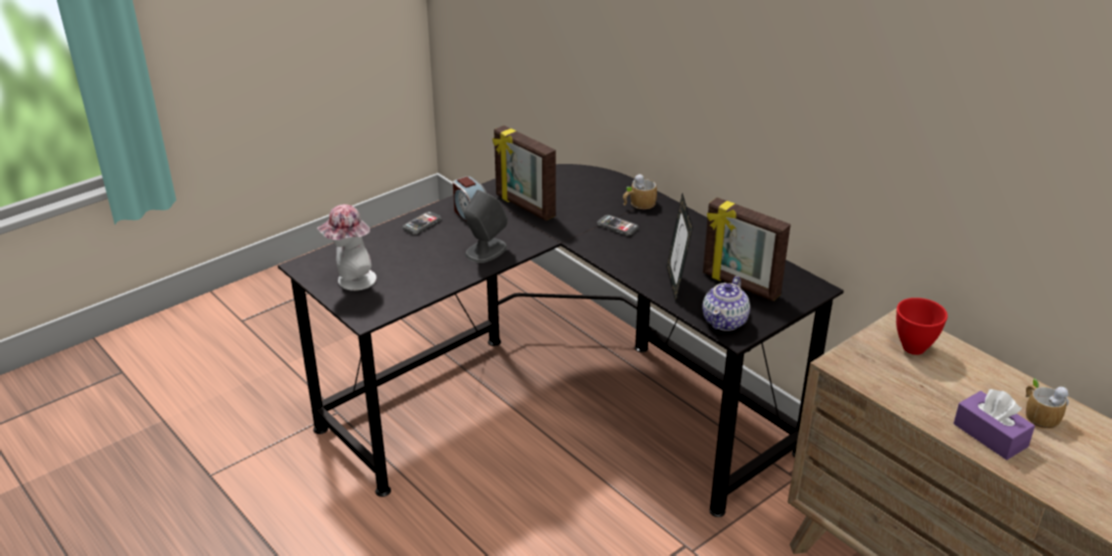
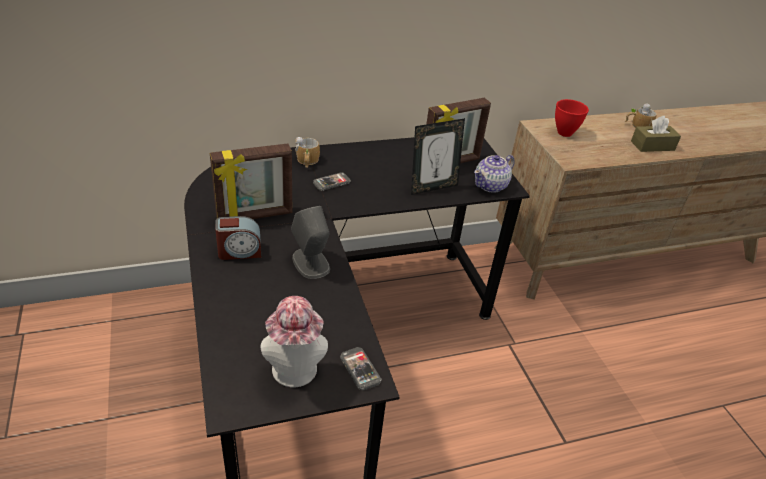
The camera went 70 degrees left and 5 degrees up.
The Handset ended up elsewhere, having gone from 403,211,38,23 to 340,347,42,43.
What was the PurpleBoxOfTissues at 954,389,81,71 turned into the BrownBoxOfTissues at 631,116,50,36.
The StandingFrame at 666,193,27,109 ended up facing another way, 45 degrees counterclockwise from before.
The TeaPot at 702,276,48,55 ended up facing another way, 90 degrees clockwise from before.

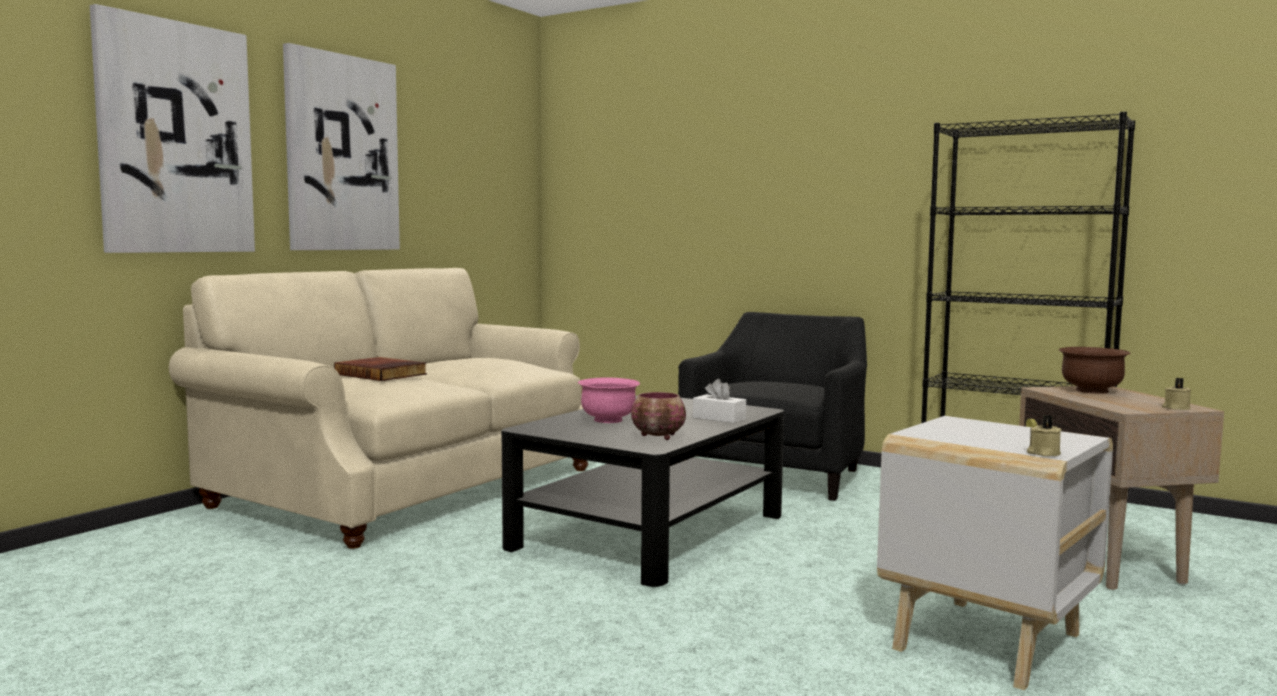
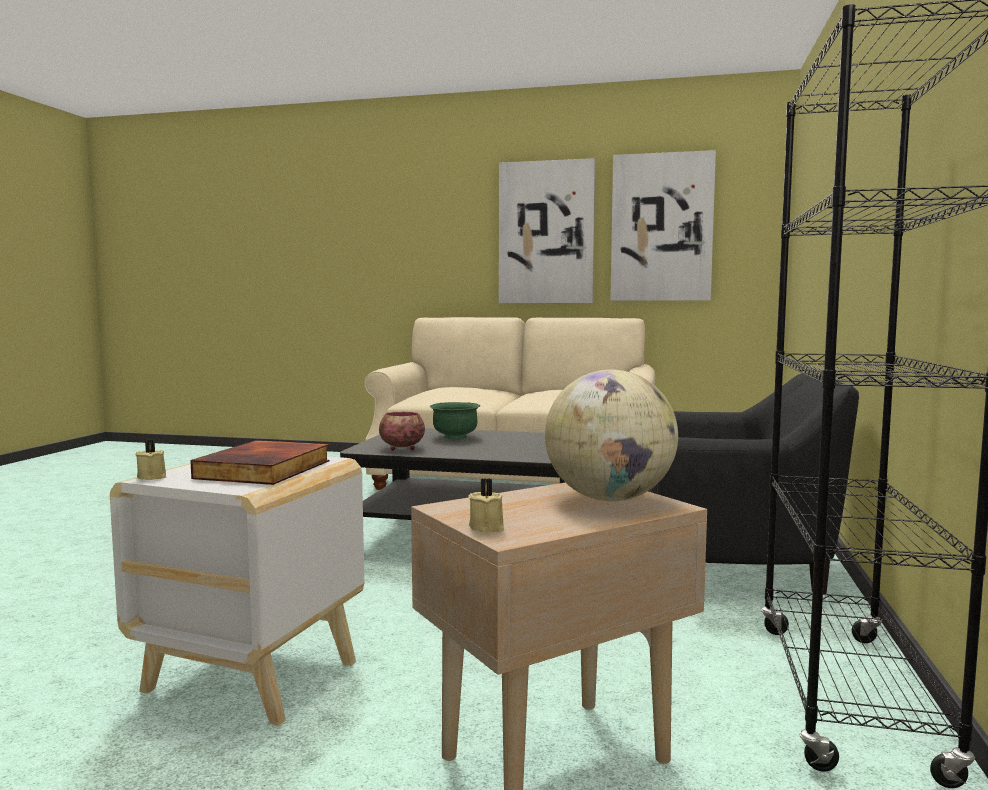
The camera went 70 degrees right and 0 degrees up.
The second view lost the WhiteBoxOfTissues at 693,379,53,44.
The WallArt ended up elsewhere, having gone from 90,4,165,249 to 610,150,106,151.
The BoundBook ended up elsewhere, having gone from 334,357,93,24 to 190,440,139,45.
Where the BrownBowl stood at 1059,347,72,47, the DeskGlobe came to stand at 545,370,133,131.
What was the PinkColouredBowl at 578,378,62,45 turned into the GreenBowl at 430,402,50,37.

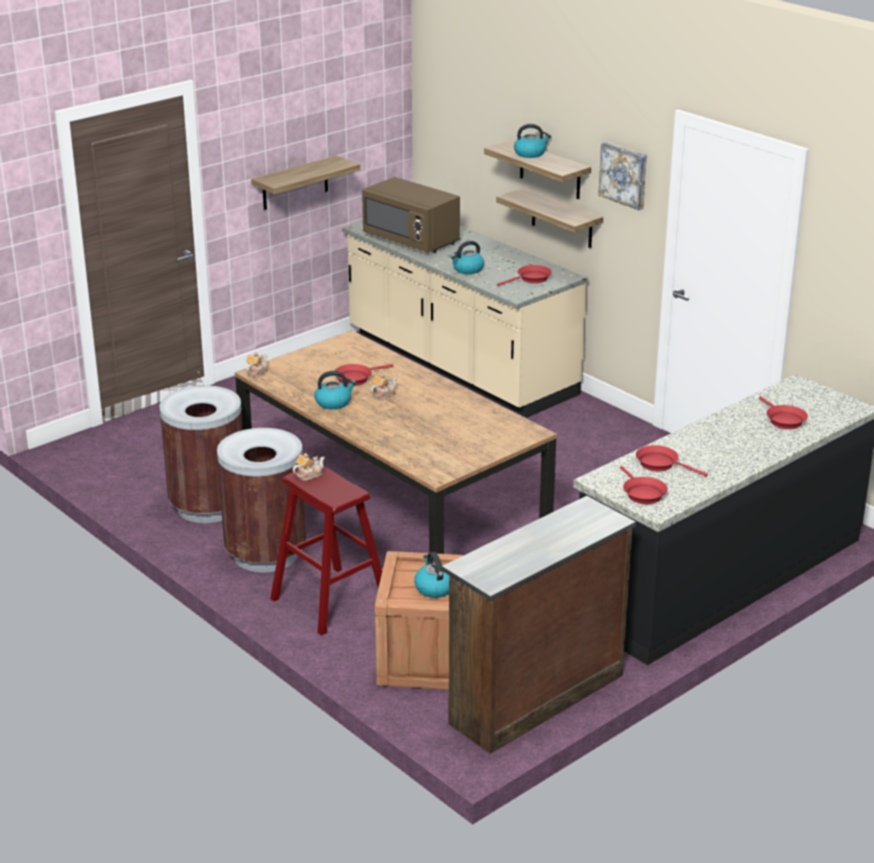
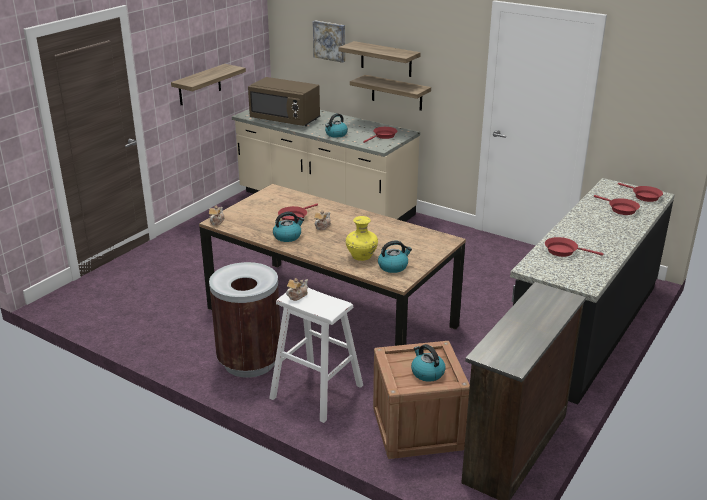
The camera went 15 degrees left and 0 degrees up.
The second view lost the BrownRubbishBin at 160,386,83,137.
The second view gained the YellowishDecorativeVase at 346,216,32,45.
The WaterKettle ended up elsewhere, having gone from 514,124,37,34 to 378,240,34,33.
The WallArt ended up elsewhere, having gone from 598,142,49,68 to 313,20,32,43.
The RedSkillet ended up elsewhere, having gone from 620,466,48,38 to 618,183,45,19.
What was the RedSittingStool at 270,466,112,170 turned into the WhiteSittingStool at 269,288,94,135.

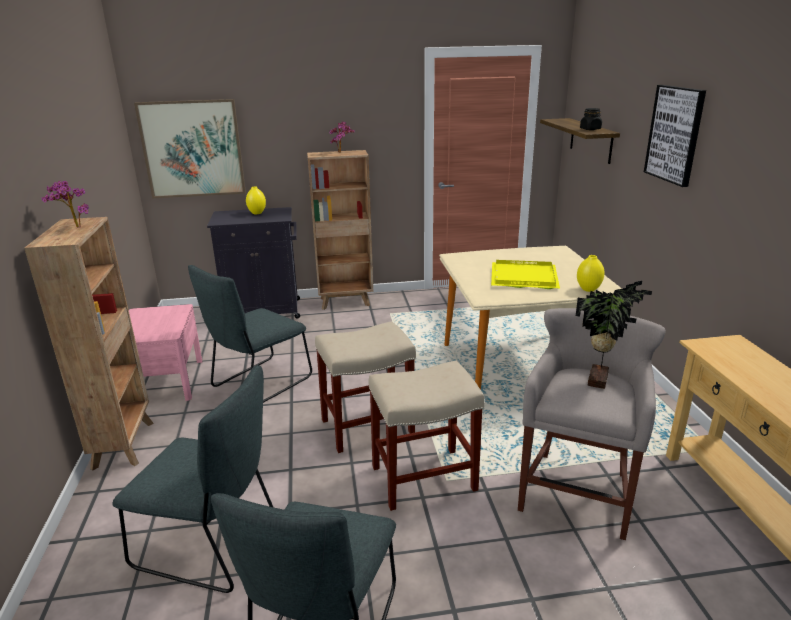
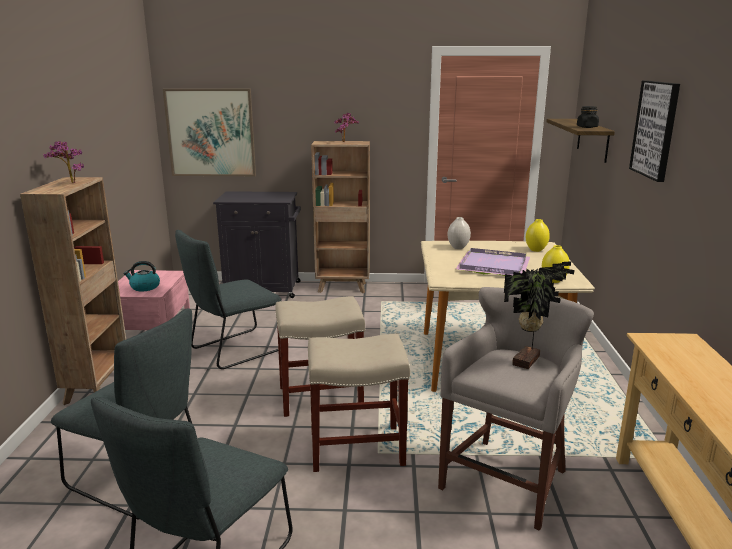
The camera went 10 degrees right and 5 degrees down.
The second view gained the WaterKettle at 124,261,36,30.
The second view gained the WhiteDecorativeVase at 448,217,23,32.
The YellowishDecorativeVase ended up elsewhere, having gone from 246,187,20,27 to 526,219,24,33.
What was the YellowishServingTray at 491,260,69,29 turned into the PurpleServingTray at 455,248,75,28.

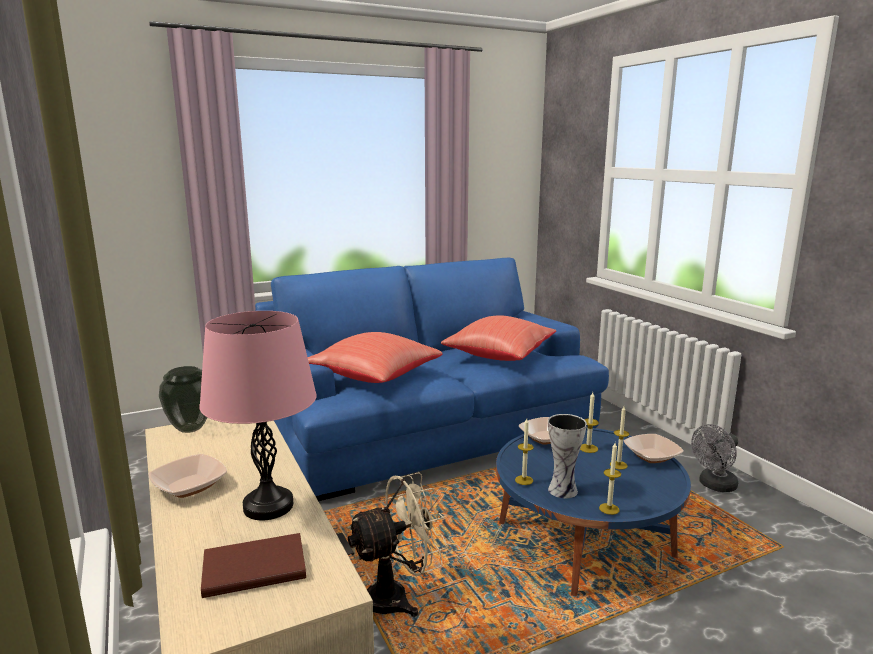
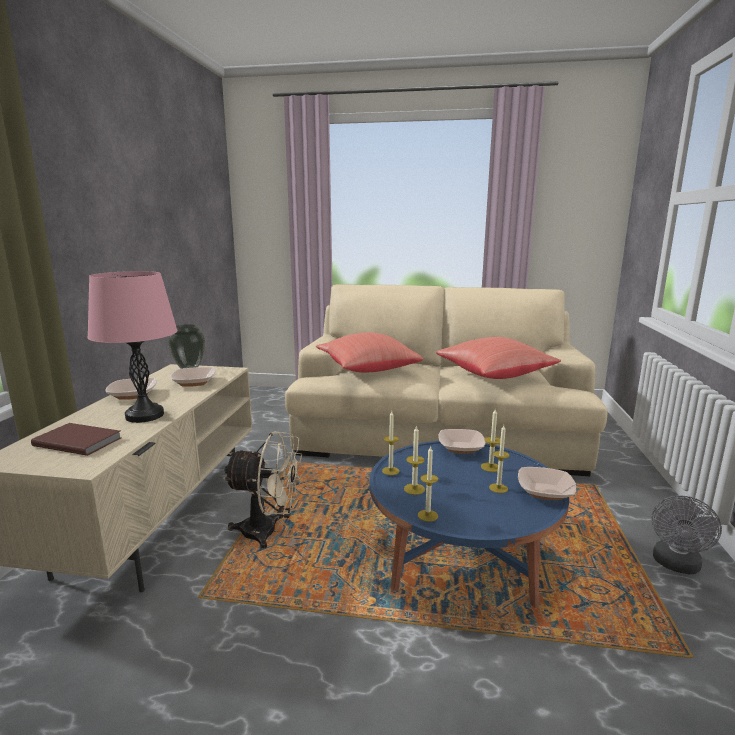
The camera went 35 degrees right and 0 degrees up.
The second view gained the Bowl at 170,367,46,20.
Where the DecorativeVase stood at 548,414,39,84, the WaxLight came to stand at 404,425,21,70.
What was the BlueCouch at 255,258,354,243 turned into the BeigeColouredCouch at 285,284,322,192.
The GrayFan at 691,424,47,68 ended up facing another way, 60 degrees counterclockwise from before.

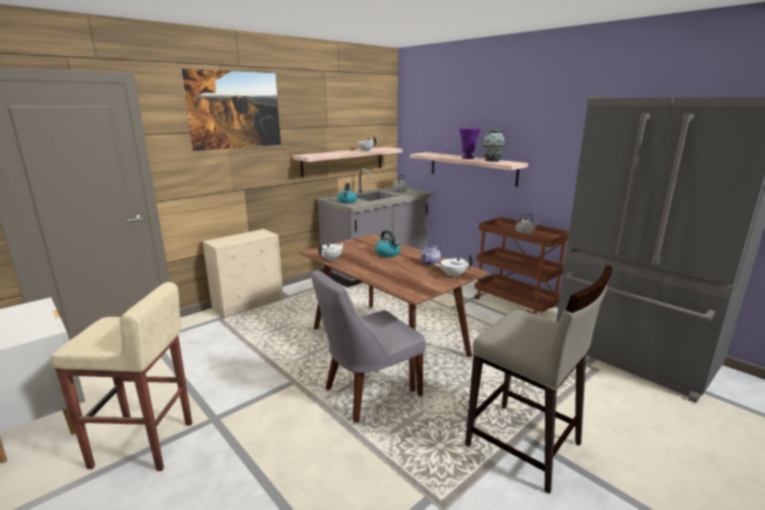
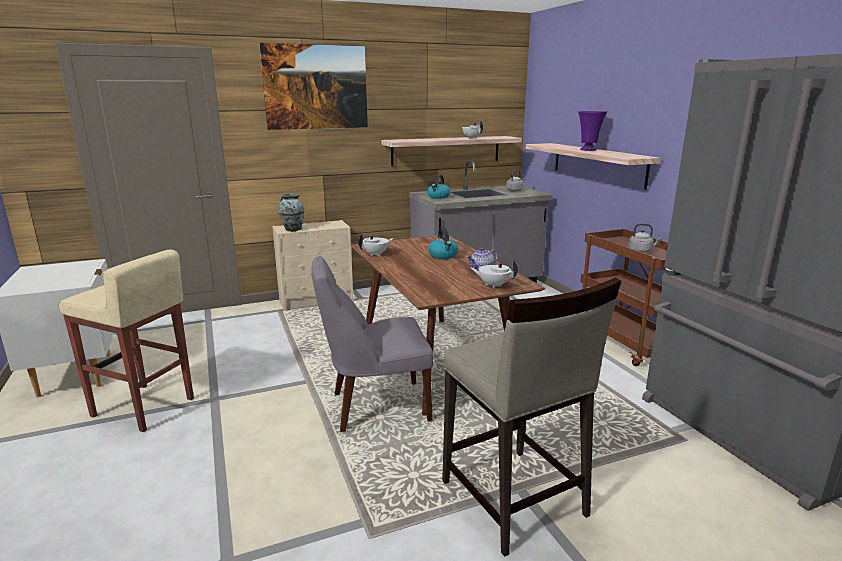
The camera went 20 degrees right and 0 degrees up.
The DecorativeVase ended up elsewhere, having gone from 482,129,23,33 to 278,194,26,37.

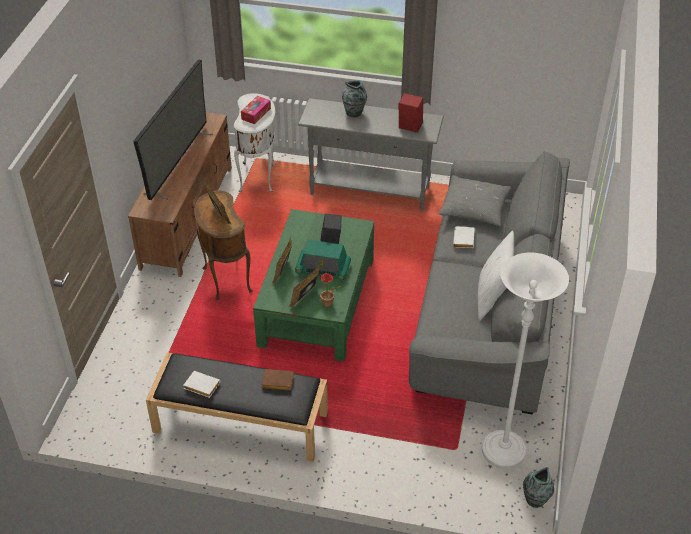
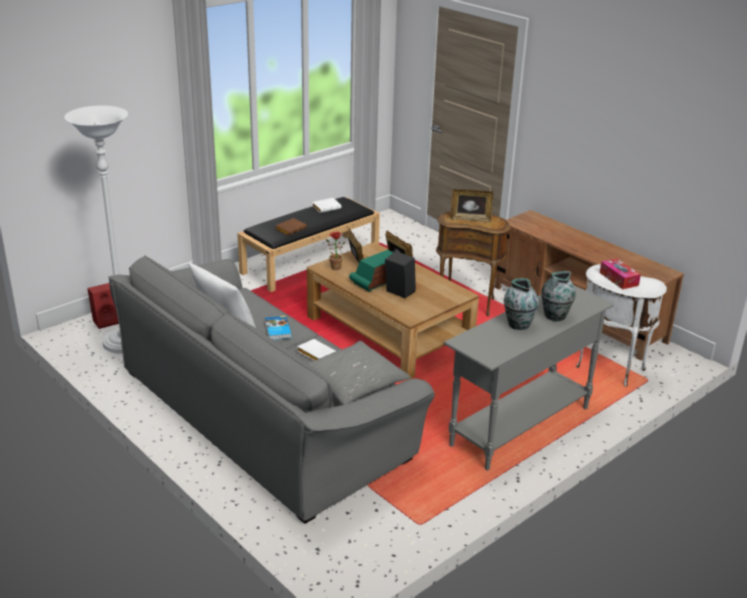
The camera went 125 degrees right and 15 degrees down.
The second view lost the Tv at 133,59,80,141.
The second view gained the BoundBook at 265,316,27,24.
The RedAudioSpeaker ended up elsewhere, having gone from 399,93,24,40 to 87,283,32,46.
The DecorativeVase ended up elsewhere, having gone from 523,467,31,41 to 504,278,35,52.
What was the GreenLoungeTable at 253,209,121,153 turned into the BrownLoungeTable at 307,242,172,138.

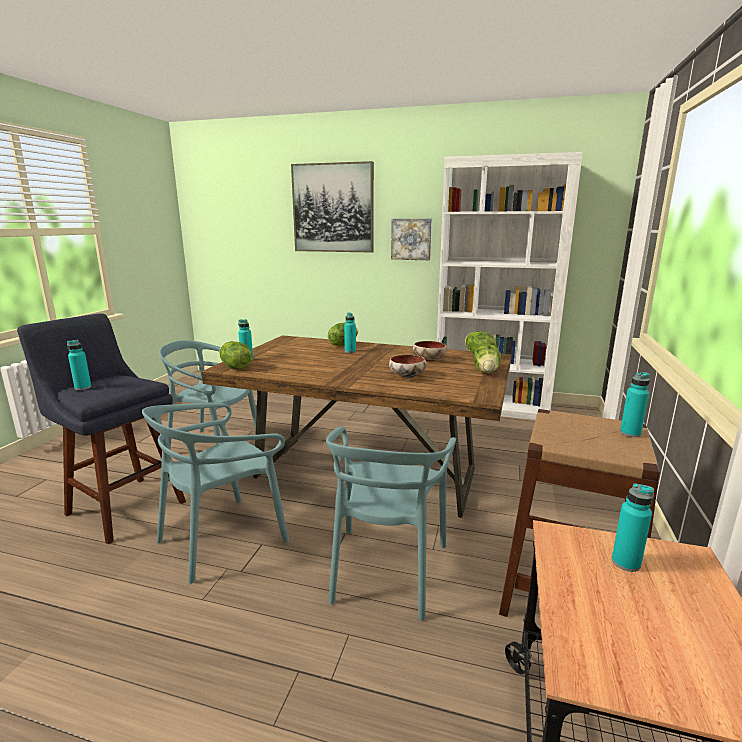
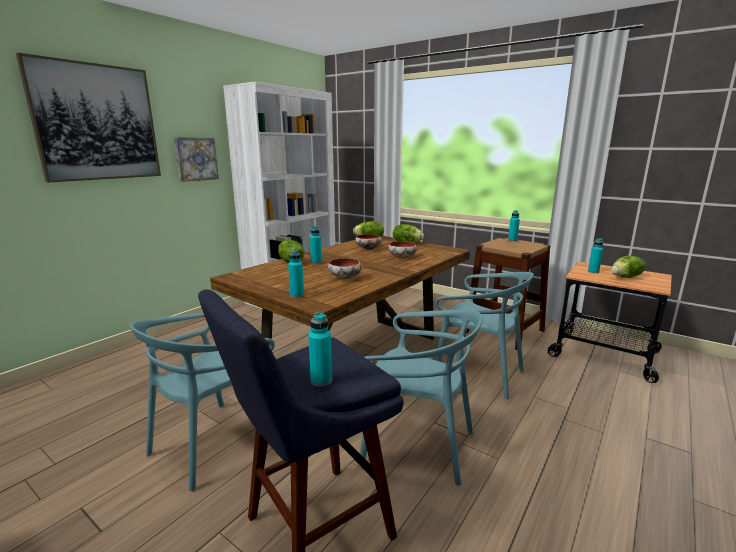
The camera went 70 degrees left and 0 degrees up.
The second view gained the Bowl at 328,258,34,21.
The LettuceHead ended up elsewhere, having gone from 219,341,33,28 to 611,256,34,22.
The TurquoisePlainChair at 142,402,147,182 ended up facing another way, 45 degrees counterclockwise from before.

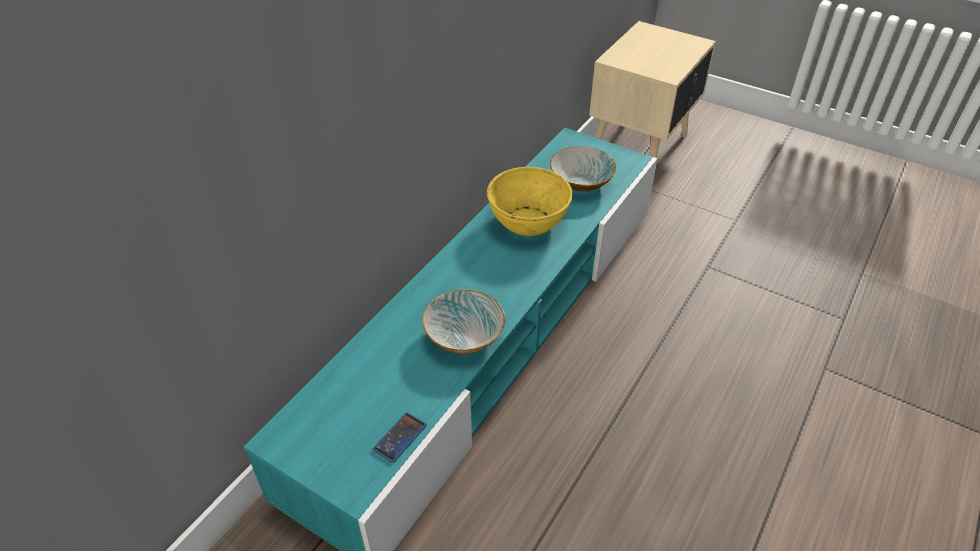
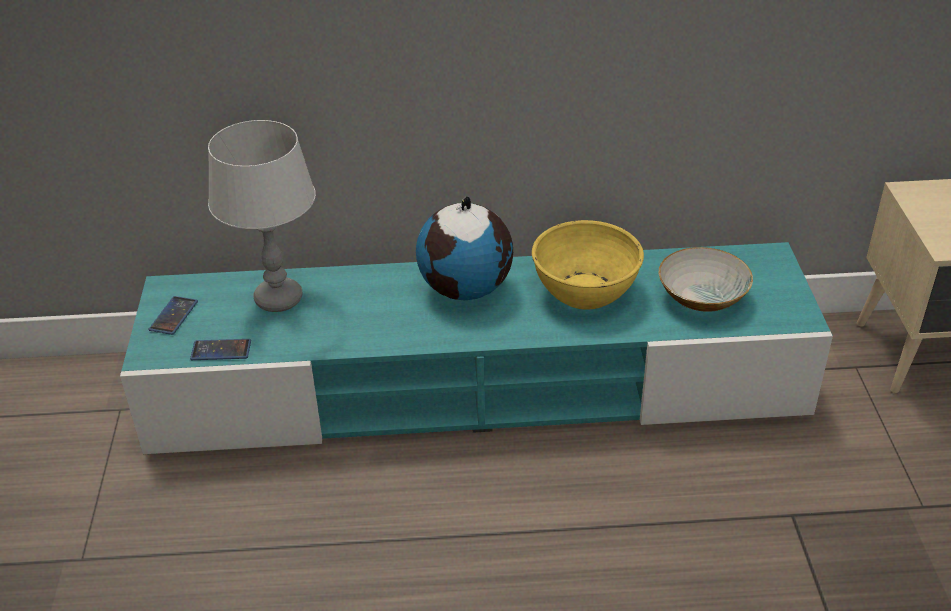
The camera went 55 degrees right and 5 degrees down.
The second view lost the Bowl at 422,290,83,64.
The second view gained the Handset at 148,296,50,39.
The second view gained the GrayLampForATable at 208,120,108,192.
The second view gained the DeskGlobe at 416,196,97,105.

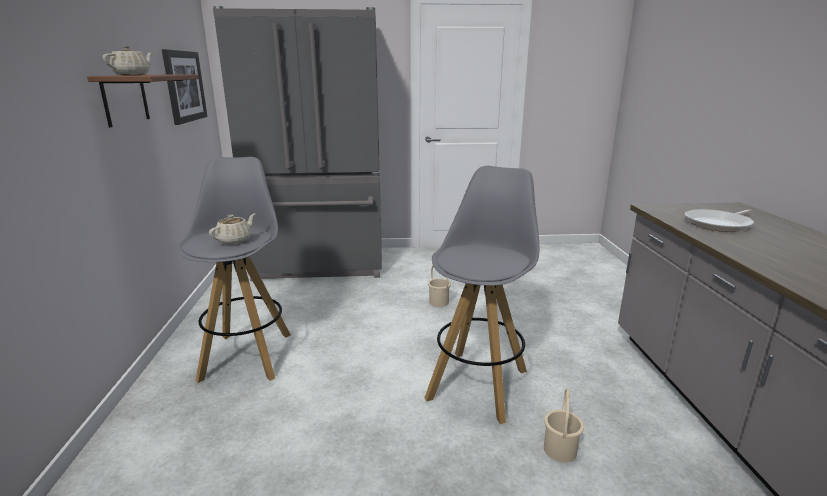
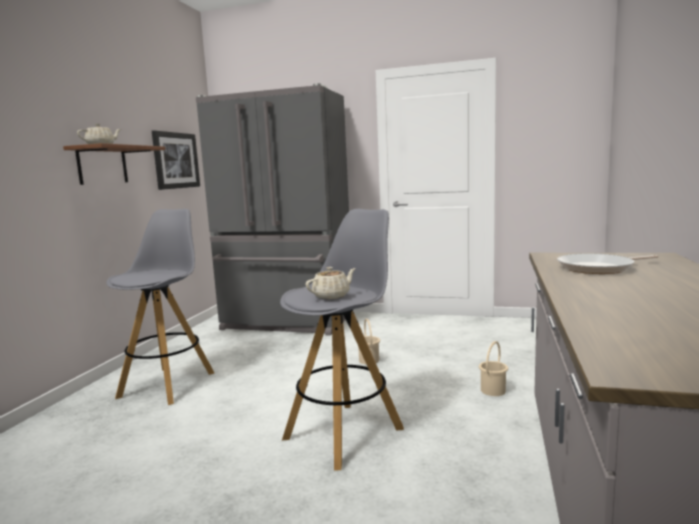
The camera went 20 degrees right and 10 degrees down.
The BeigeColouredTeaPot ended up elsewhere, having gone from 209,214,46,30 to 305,267,51,32.
The BeigeColouredPail ended up elsewhere, having gone from 544,388,40,74 to 479,341,29,55.

